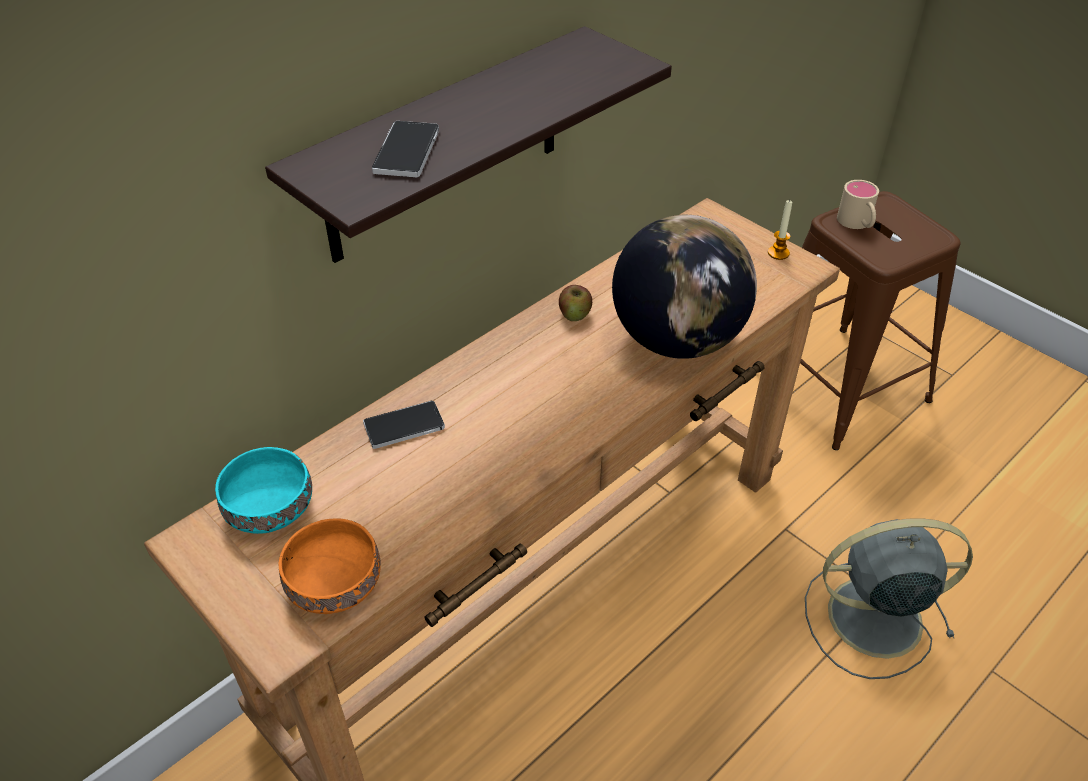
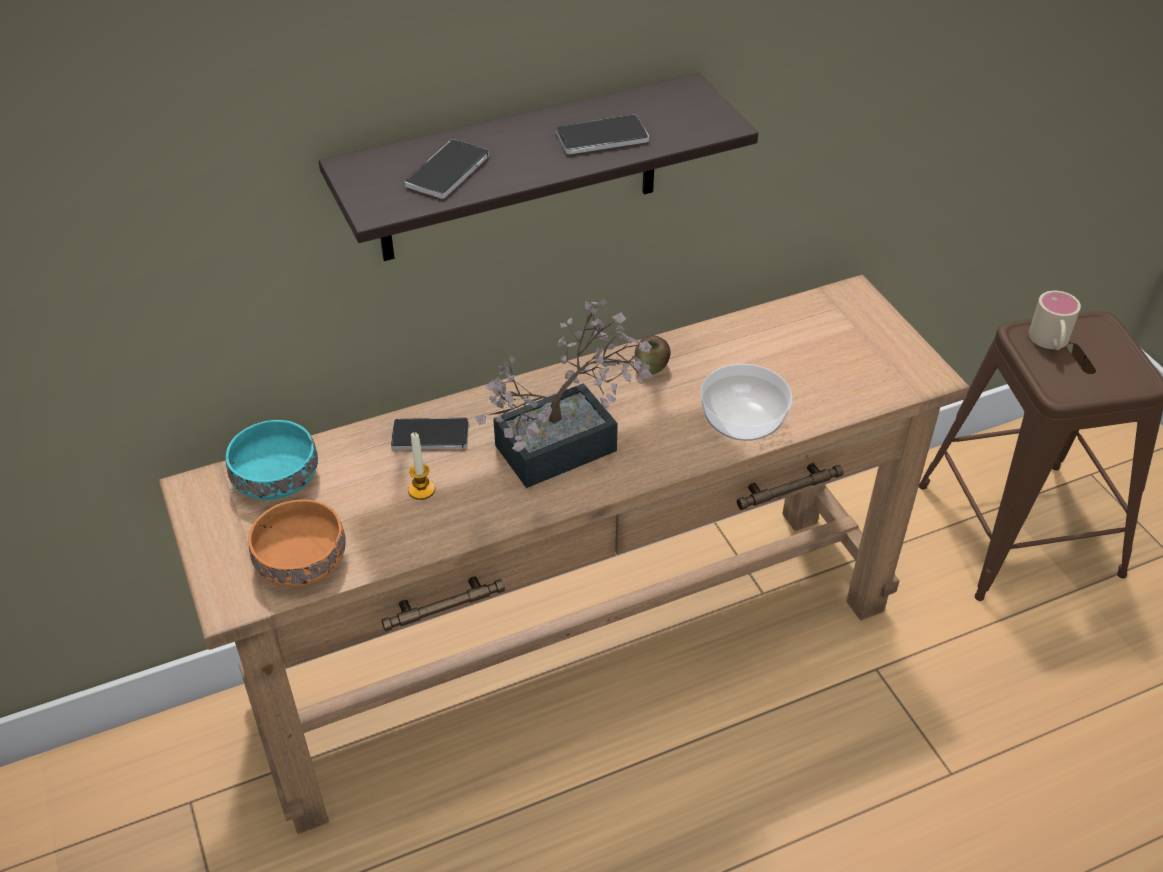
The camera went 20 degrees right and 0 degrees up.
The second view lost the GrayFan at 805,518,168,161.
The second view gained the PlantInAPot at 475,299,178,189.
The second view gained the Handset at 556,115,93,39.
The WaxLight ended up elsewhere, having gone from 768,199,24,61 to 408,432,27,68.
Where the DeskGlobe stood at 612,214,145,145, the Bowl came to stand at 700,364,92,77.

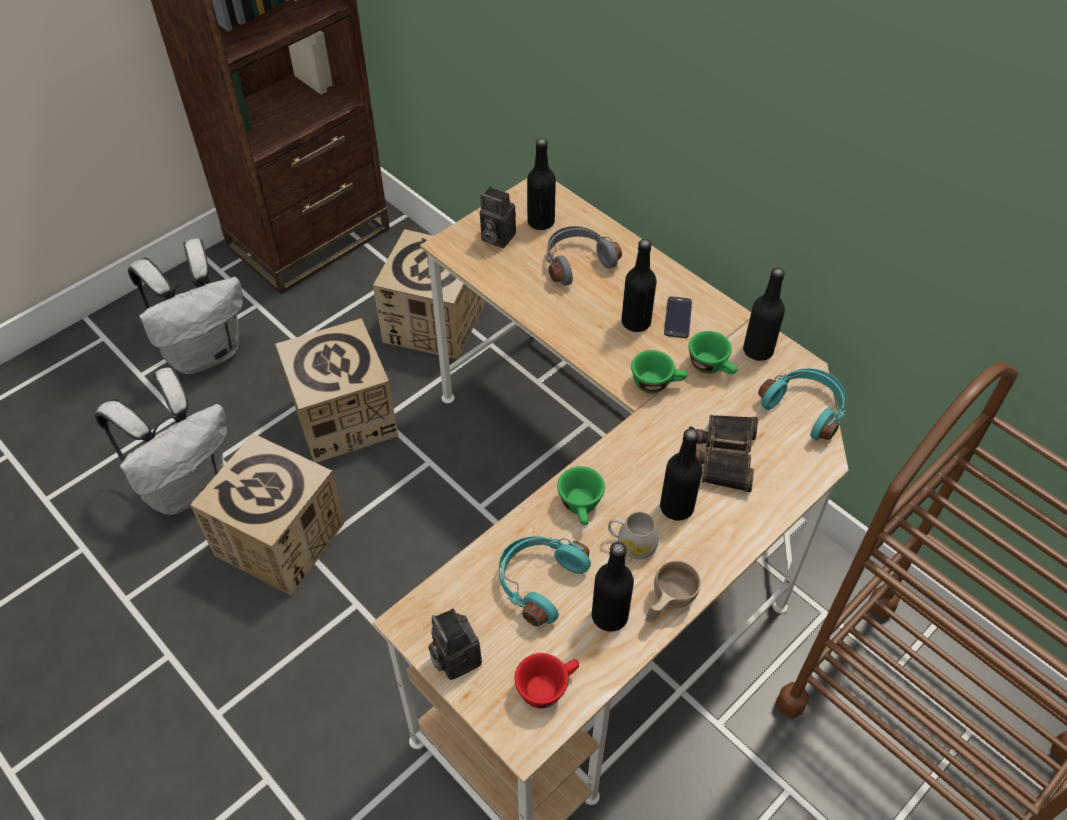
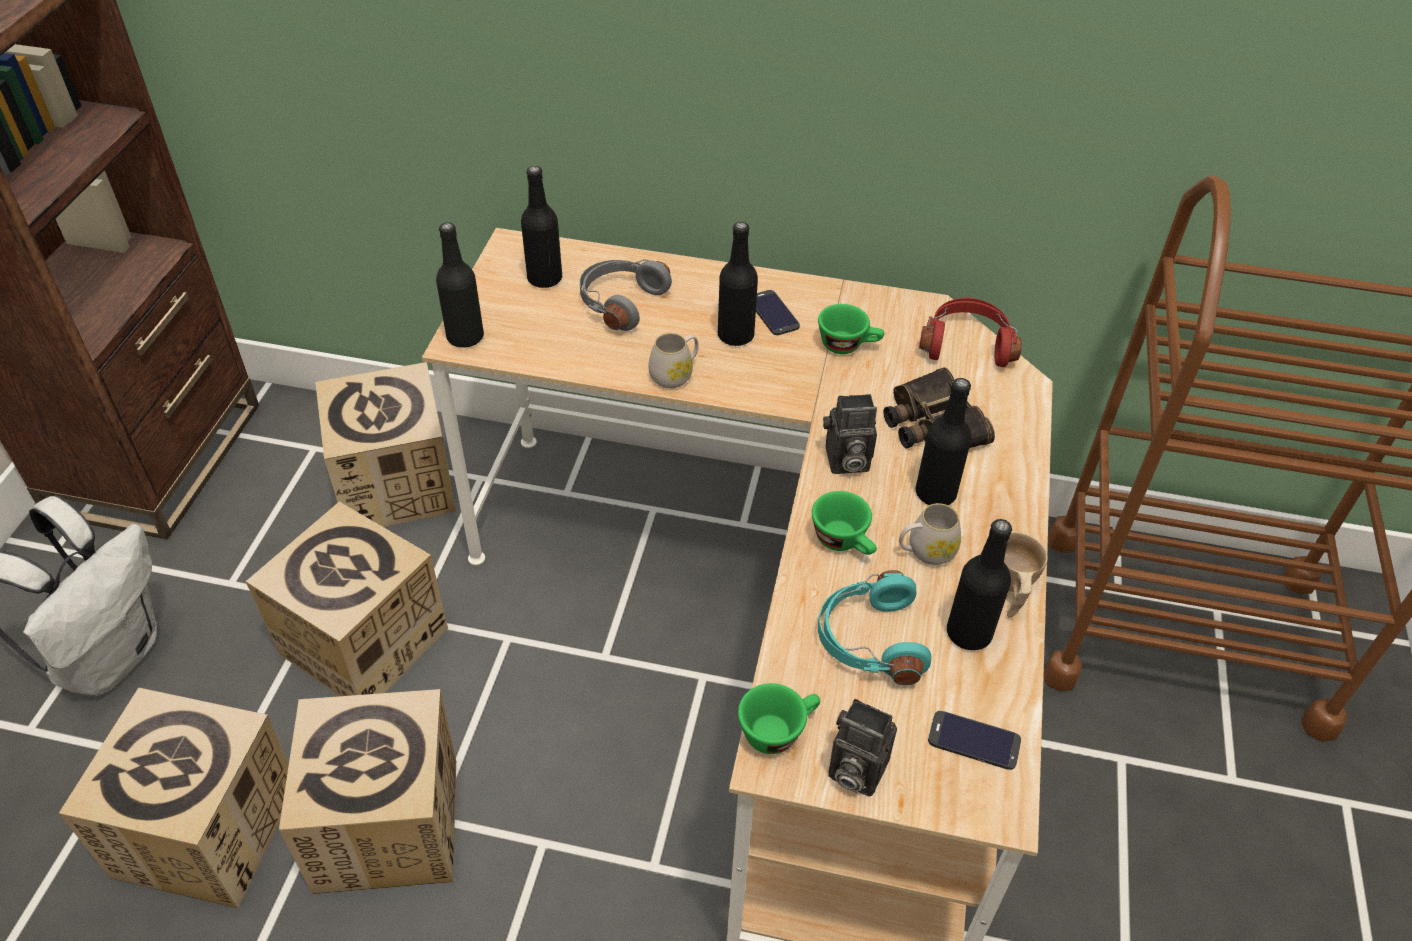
The camera went 35 degrees left and 5 degrees down.
The second view gained the WhiteTeaMug at 649,333,50,55.
The StillCamera ended up elsewhere, having gone from 480,187,36,61 to 823,394,54,80.
The GreenDrinkingCup ended up elsewhere, having gone from 631,350,57,44 to 738,683,82,71.
The BlackDrinkBottle ended up elsewhere, having gone from 743,268,42,93 to 436,222,48,125.
Where the WhiteRucksack stood at 95,367,132,148, the CardboardBox came to stand at 59,687,230,221.
Where the RedDrinkingCup stood at 514,653,65,55, the Handset came to stand at 928,711,93,59.
What was the TurquoiseHeadset at 758,368,87,73 turned into the RedHeadset at 919,298,103,69.

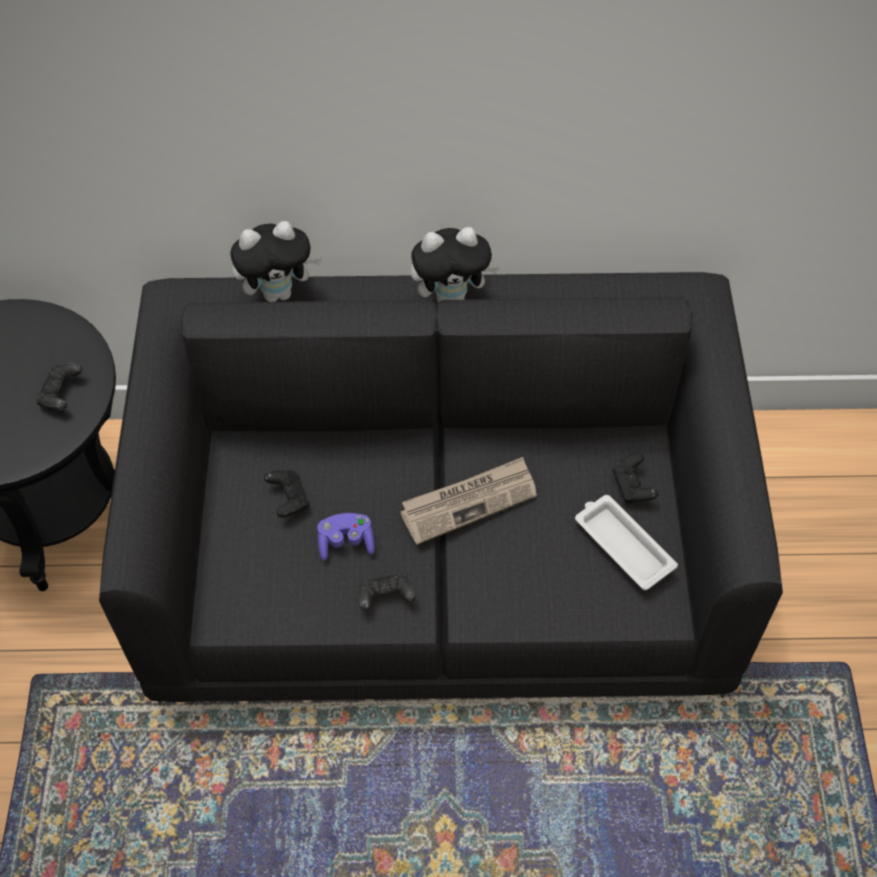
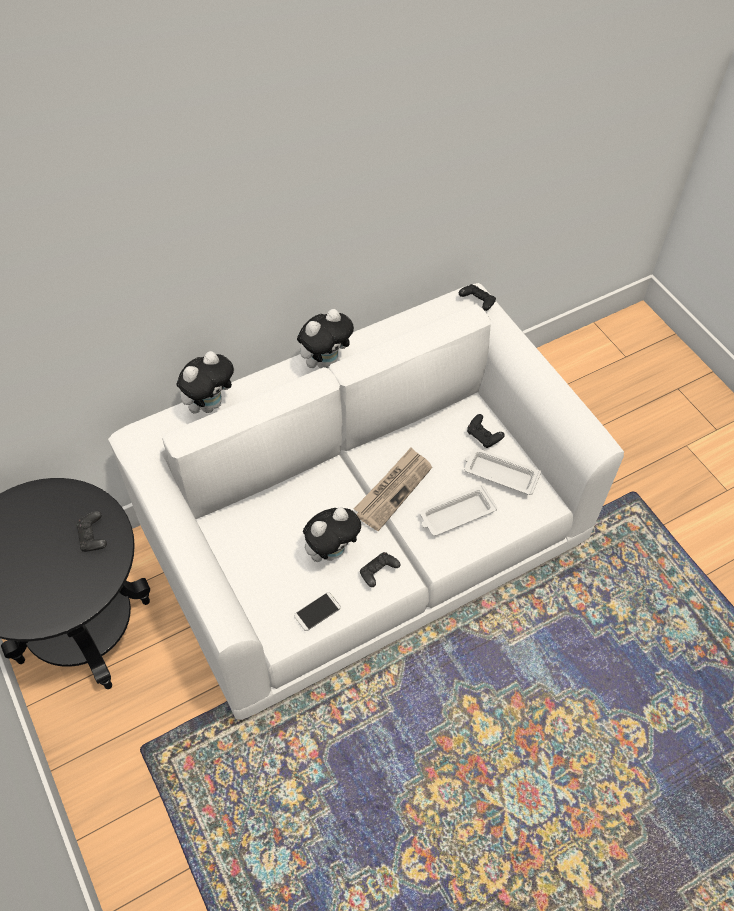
The camera went 30 degrees left and 0 degrees up.
The second view gained the Handset at 294,592,47,39.
The second view gained the WhiteServingTray at 420,485,77,51.
The BlackGameController ended up elsewhere, having gone from 264,470,45,48 to 459,284,37,27.
Where the PurpleGameController stood at 317,513,58,48, the SoftToy came to stand at 303,507,58,55.
What was the BlackCouch at 99,272,684,434 turned into the WhiteCouch at 108,283,516,439.

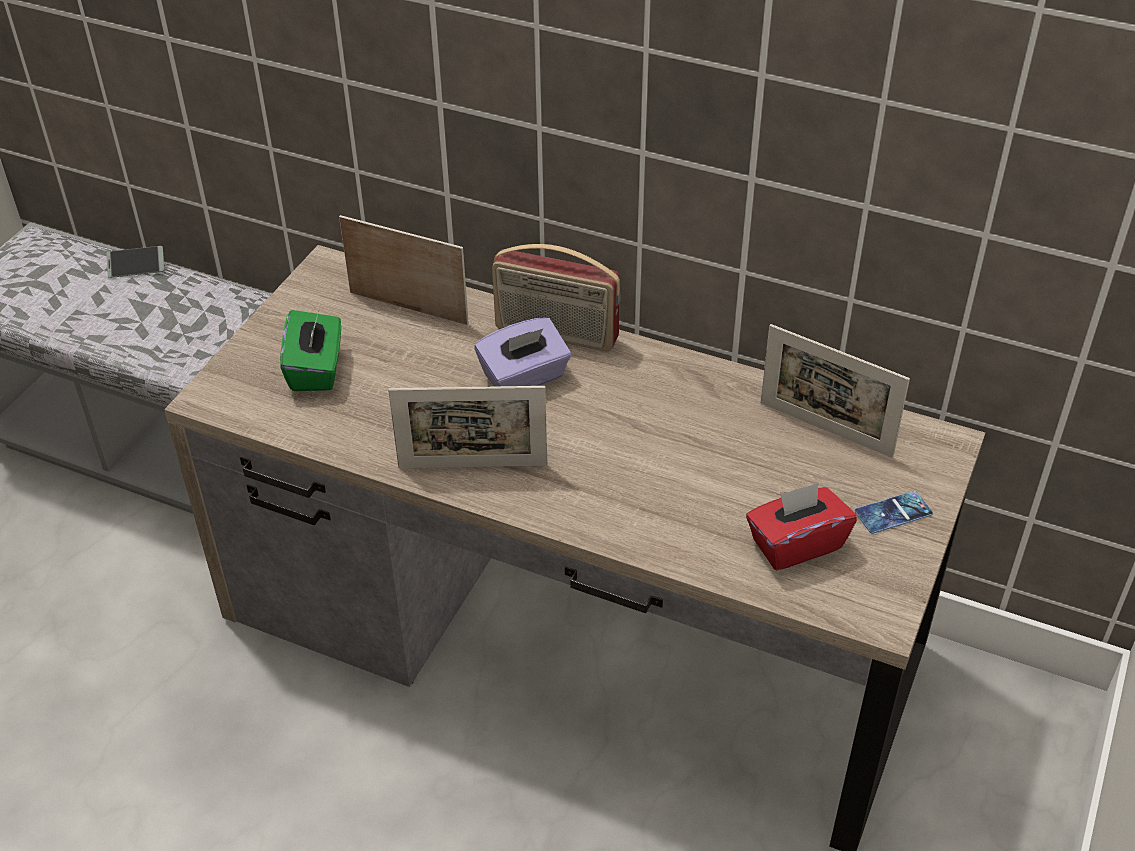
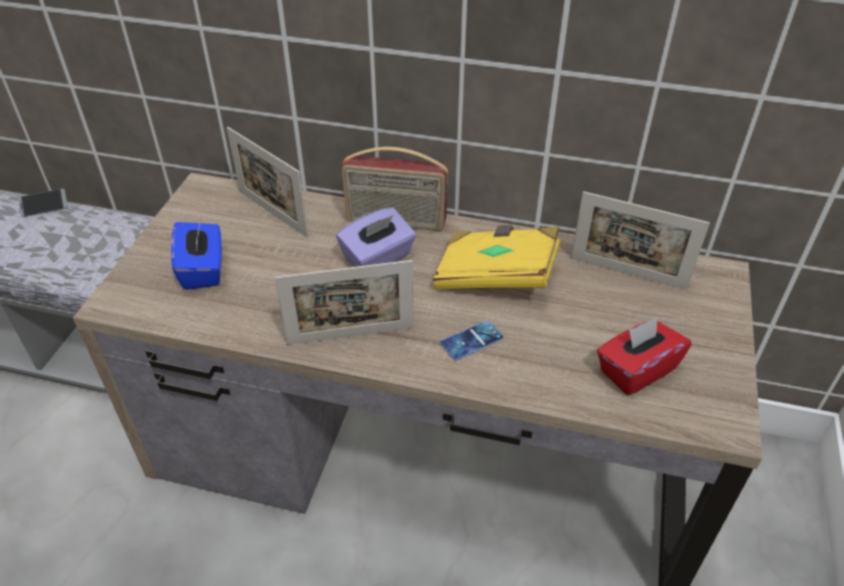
The camera went 10 degrees left and 0 degrees up.
The second view gained the YellowishBoundBook at 433,225,128,65.
The Handset ended up elsewhere, having gone from 855,491,78,43 to 440,320,63,41.
What was the GreenBoxOfTissues at 280,309,61,82 turned into the BlueBoxOfTissues at 171,219,51,71.
The StandingFrame at 339,215,130,110 ended up facing another way, 150 degrees counterclockwise from before.

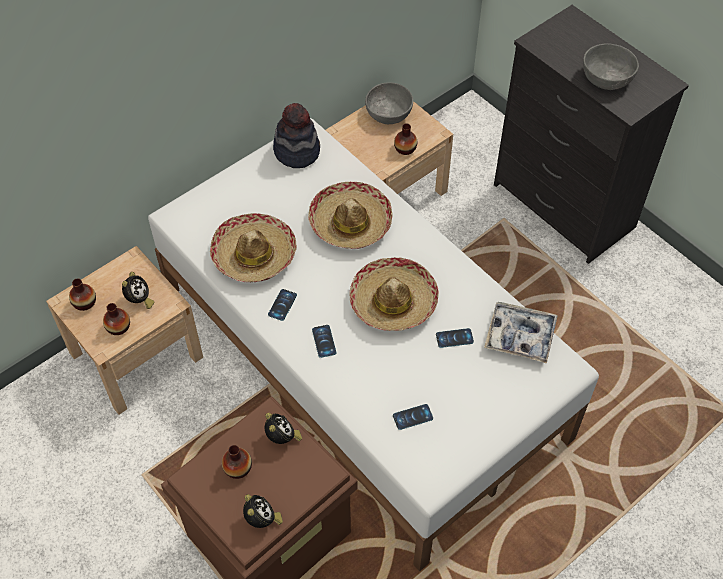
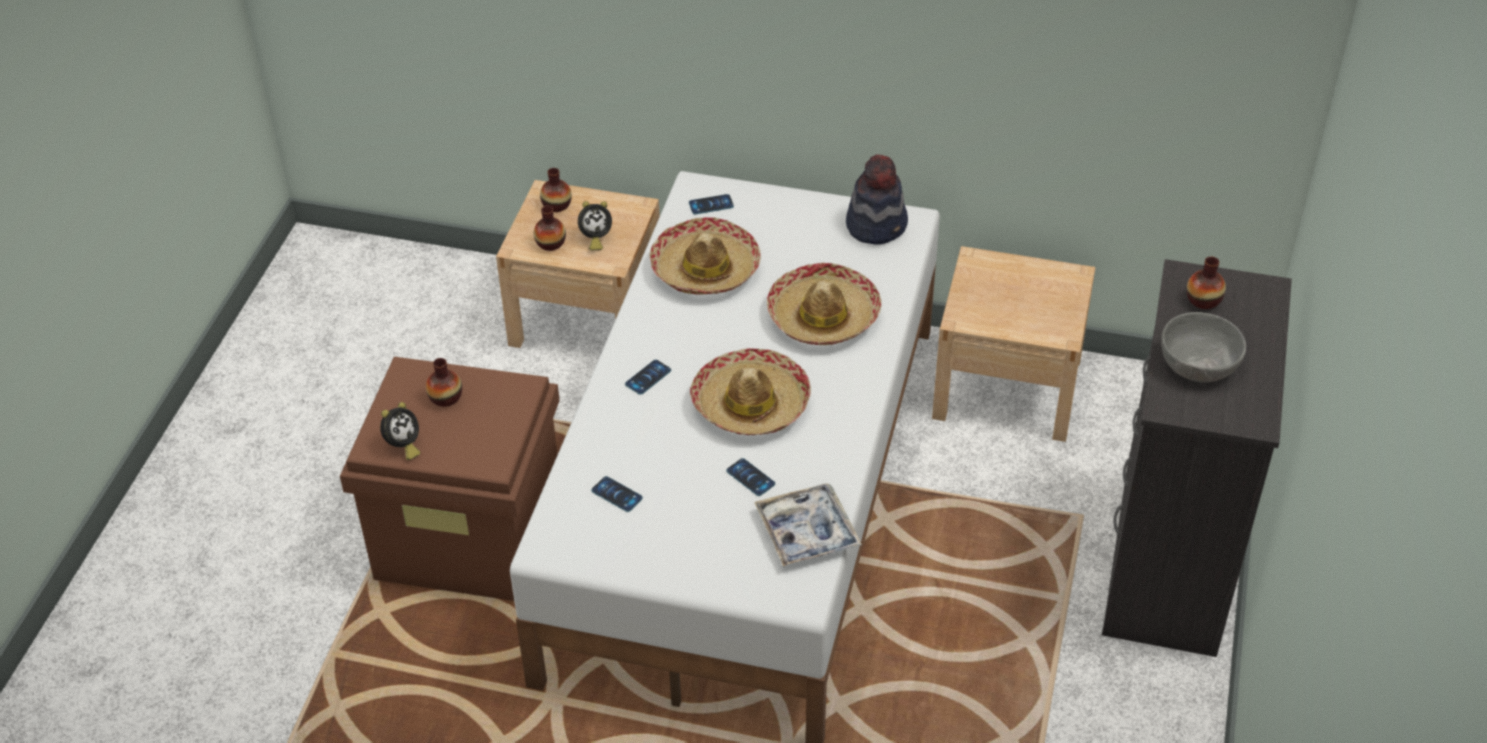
The camera went 55 degrees right and 10 degrees down.
The second view lost the TableClock at 265,413,37,31.
The second view lost the GrayBowl at 365,82,48,42.
The Handset ended up elsewhere, having gone from 268,289,29,32 to 689,194,45,20.
The DecorativeVase ended up elsewhere, having gone from 394,123,23,32 to 1187,257,39,52.

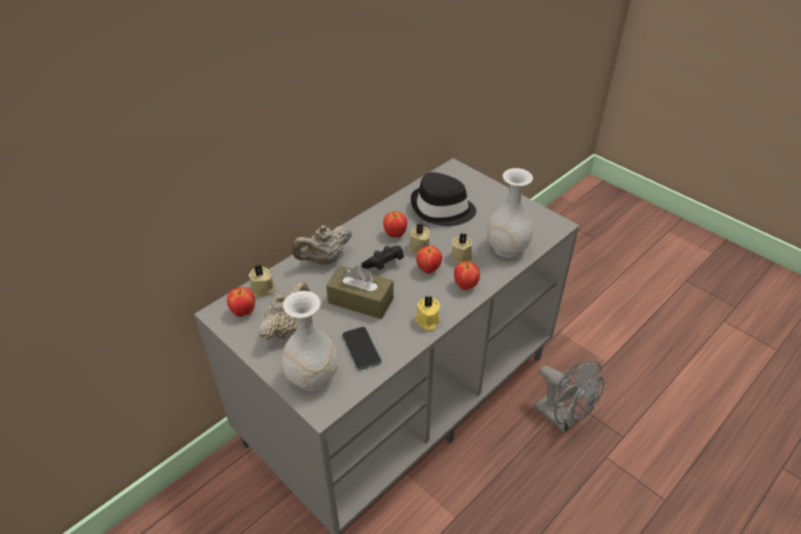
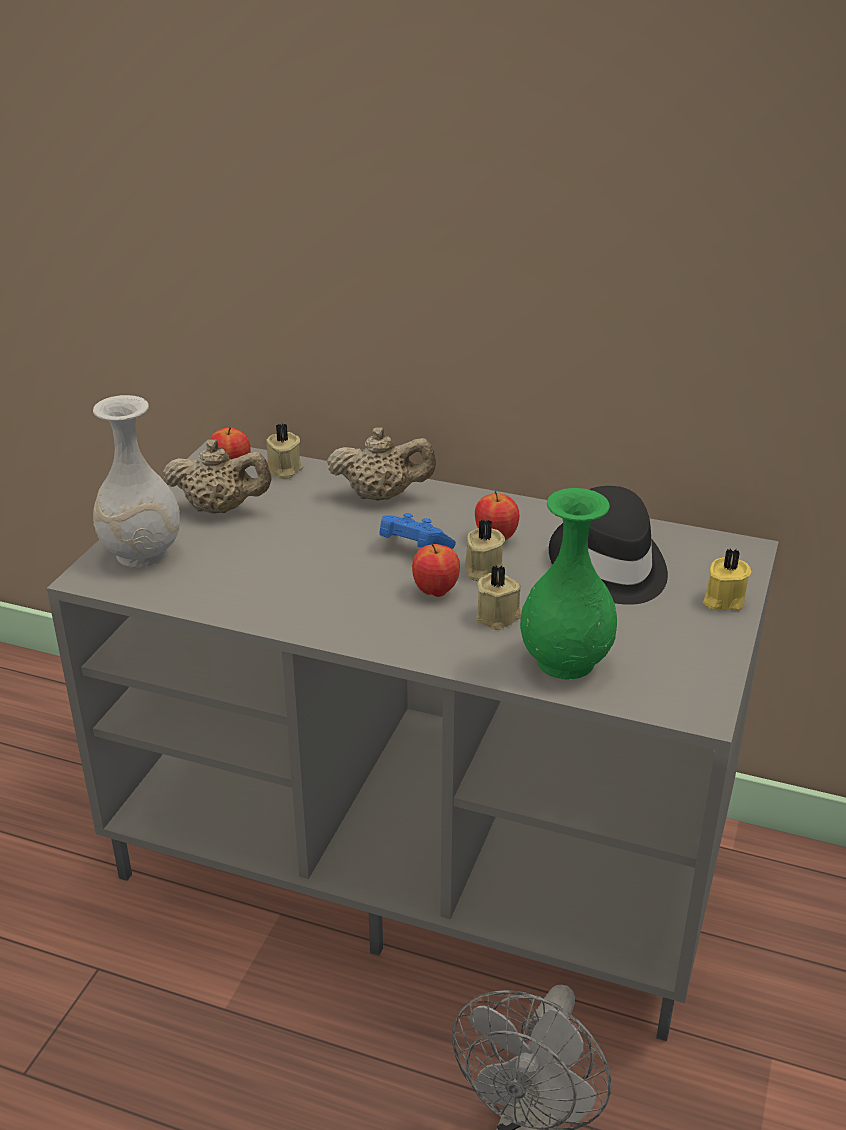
The camera went 65 degrees right and 10 degrees down.
The second view lost the BrownBoxOfTissues at 326,266,68,53.
The second view lost the Handset at 342,327,40,43.
The second view lost the AppleFruit at 454,261,26,29.
The YellowishWaxLight ended up elsewhere, having gone from 415,296,25,35 to 703,549,48,62.
What was the BlackGameController at 361,246,43,24 turned into the BlueGameController at 379,513,77,36.
What was the WhiteDecorativeVase at 487,168,46,90 turned into the GreenDecorativeVase at 520,488,97,191.
The BeigeColouredTeaPot at 292,225,60,39 ended up facing another way, 150 degrees clockwise from before.

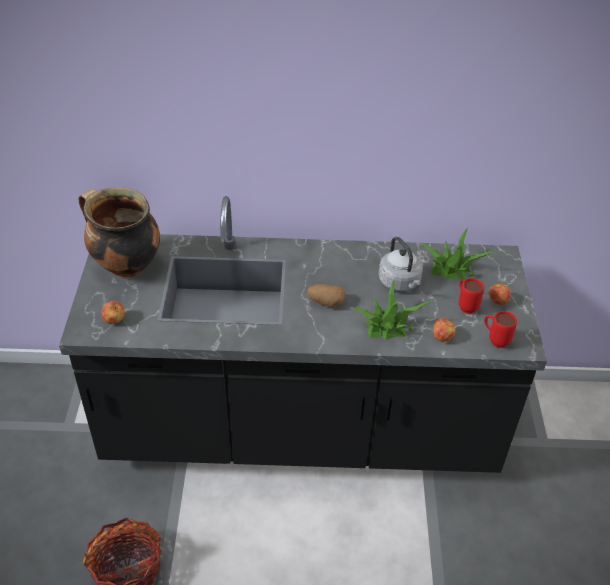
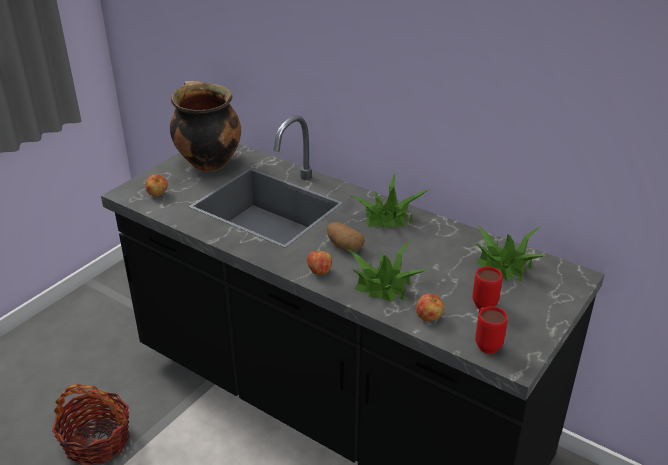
The camera went 35 degrees right and 10 degrees down.
The second view lost the GrayWaterKettle at 379,237,44,54.
The second view gained the PlantInAPot at 351,174,78,54.
The AppleFruit ended up elsewhere, having gone from 488,282,23,23 to 307,249,25,25.

